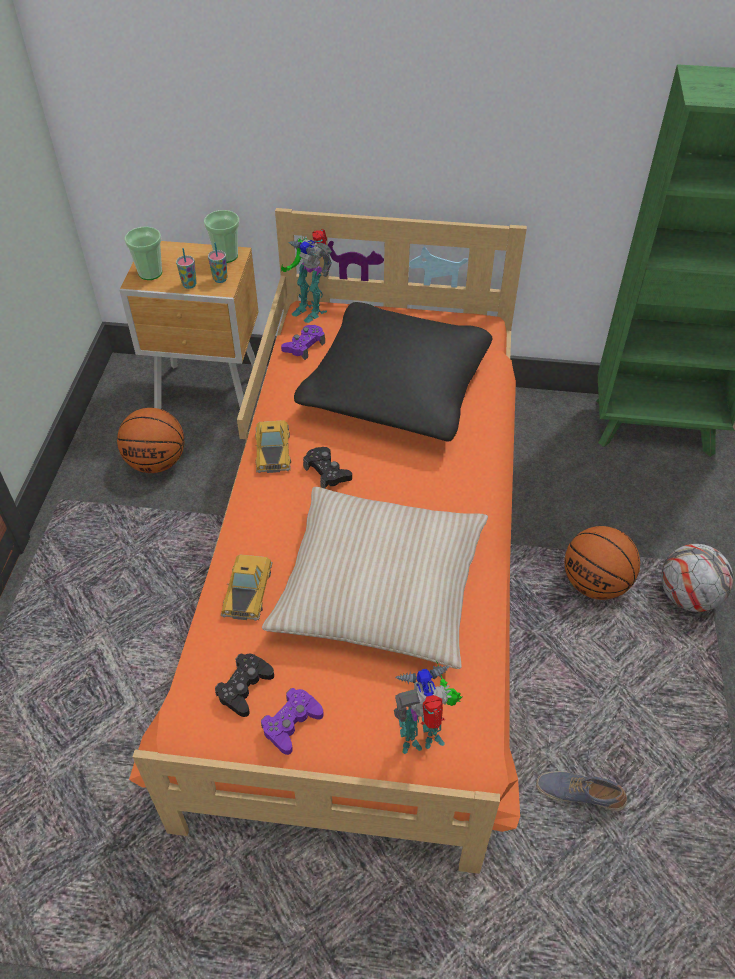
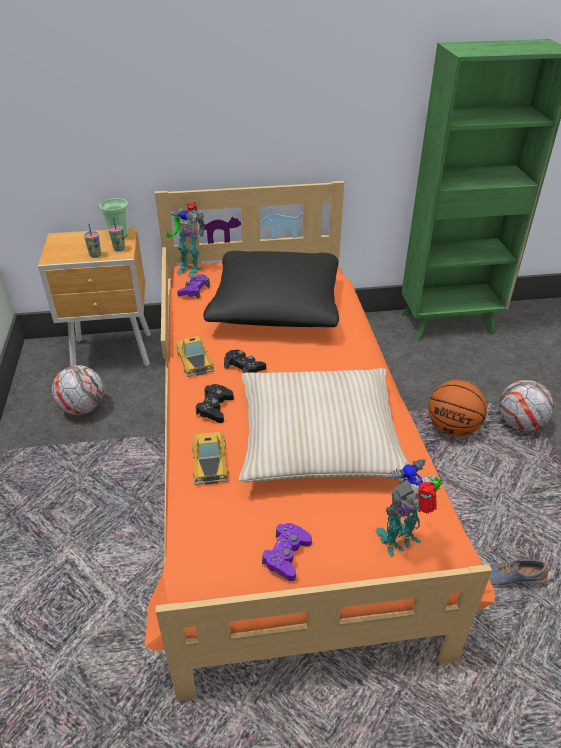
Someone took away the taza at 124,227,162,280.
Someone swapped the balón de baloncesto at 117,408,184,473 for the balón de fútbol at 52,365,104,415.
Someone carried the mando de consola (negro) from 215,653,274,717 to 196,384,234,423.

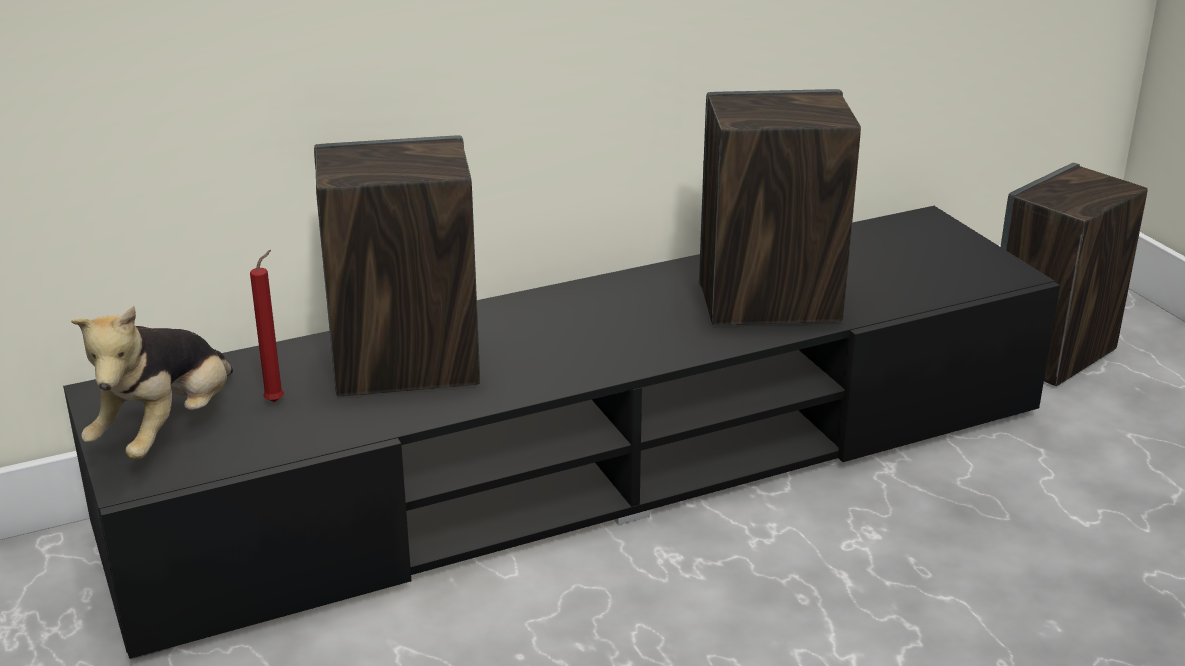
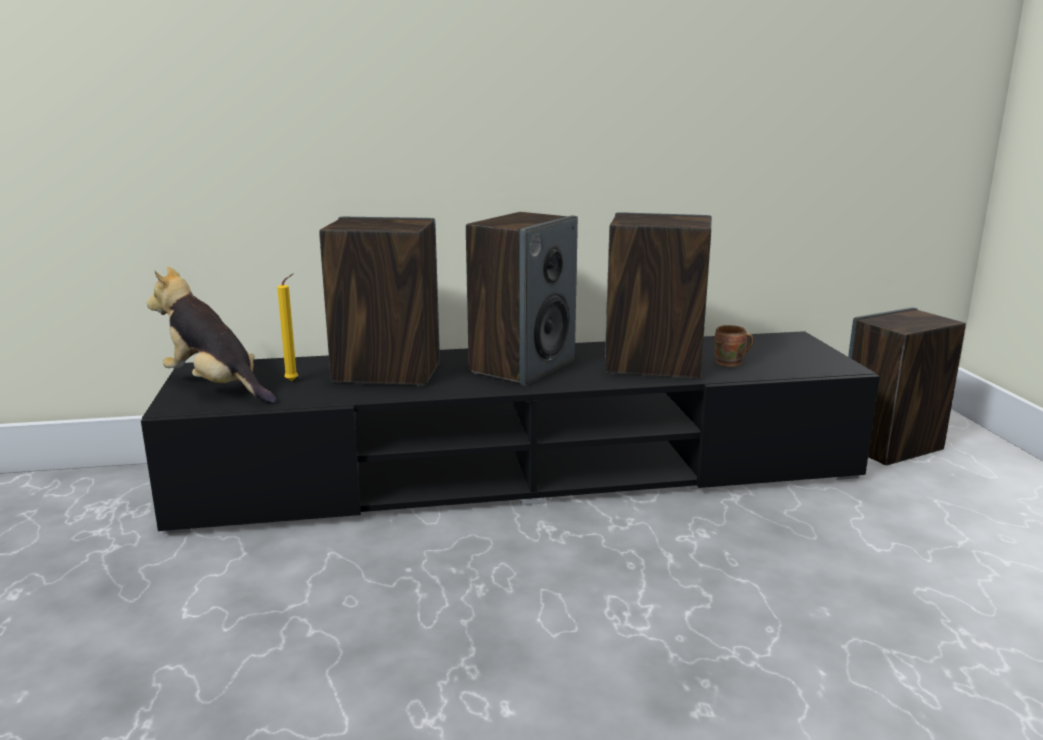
Someone repainted the vela (rojo) at 250,250,284,402, which became the vela (amarillo) at 277,274,298,381.
Someone rotated the peluche at 71,306,233,459 by 90 degrees clockwise.
Someone put down the altavoz at 466,212,578,386.
Someone put down the taza grande (marrón) at 714,325,754,367.

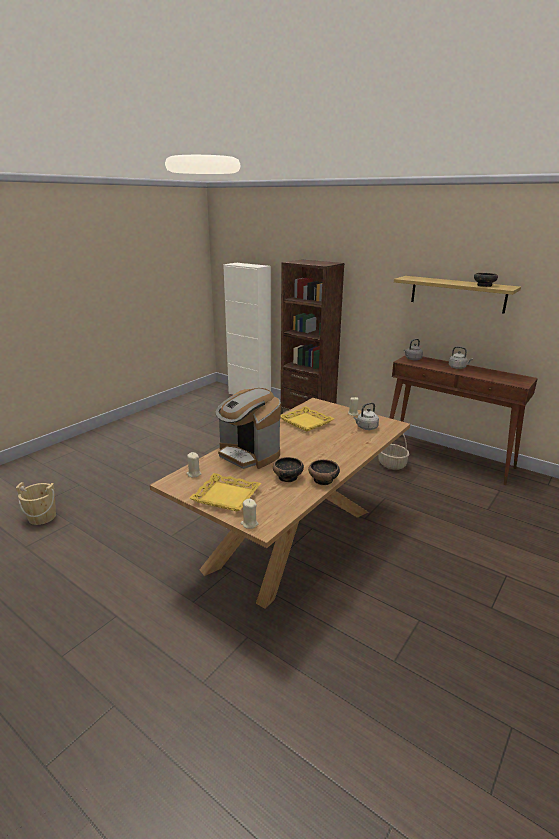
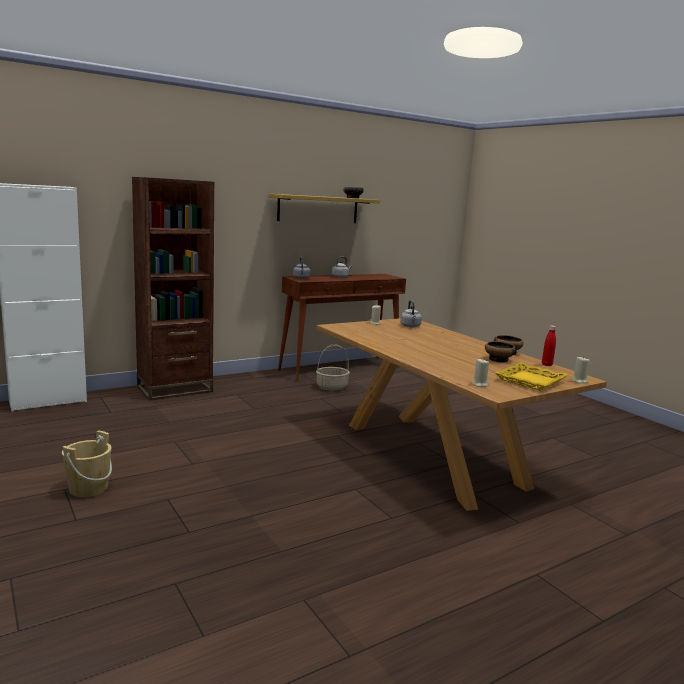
Someone took away the cafetera at 215,388,281,469.
Someone took away the bandeja (amarillo) at 281,406,334,432.
Someone carried the cubo (beis) from 16,482,56,525 to 62,431,112,497.
Someone put down the botella (rojo) at 542,325,556,366.

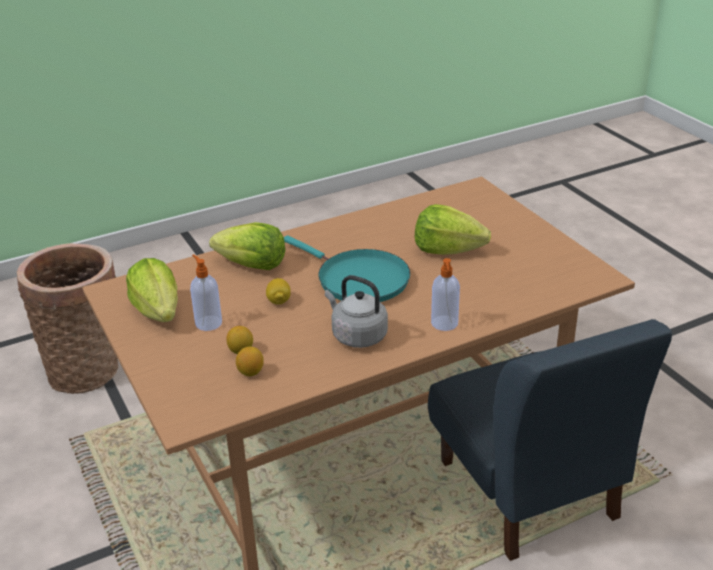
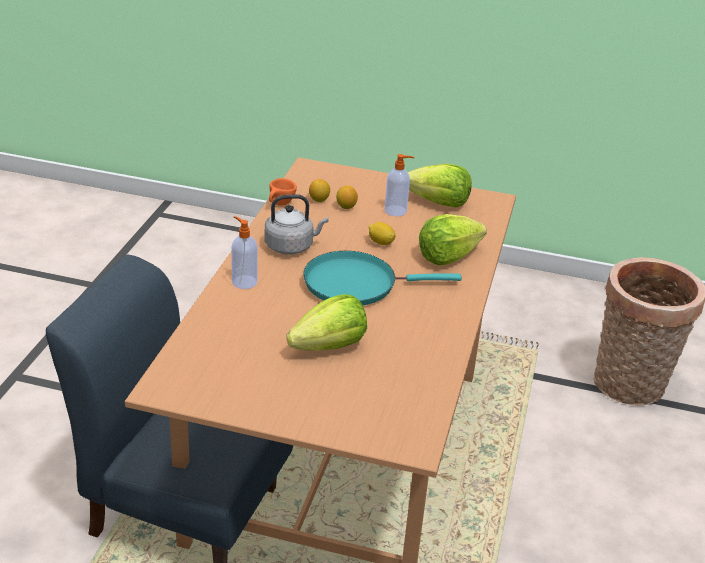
Someone put down the taza (naranja) at 269,178,297,206.

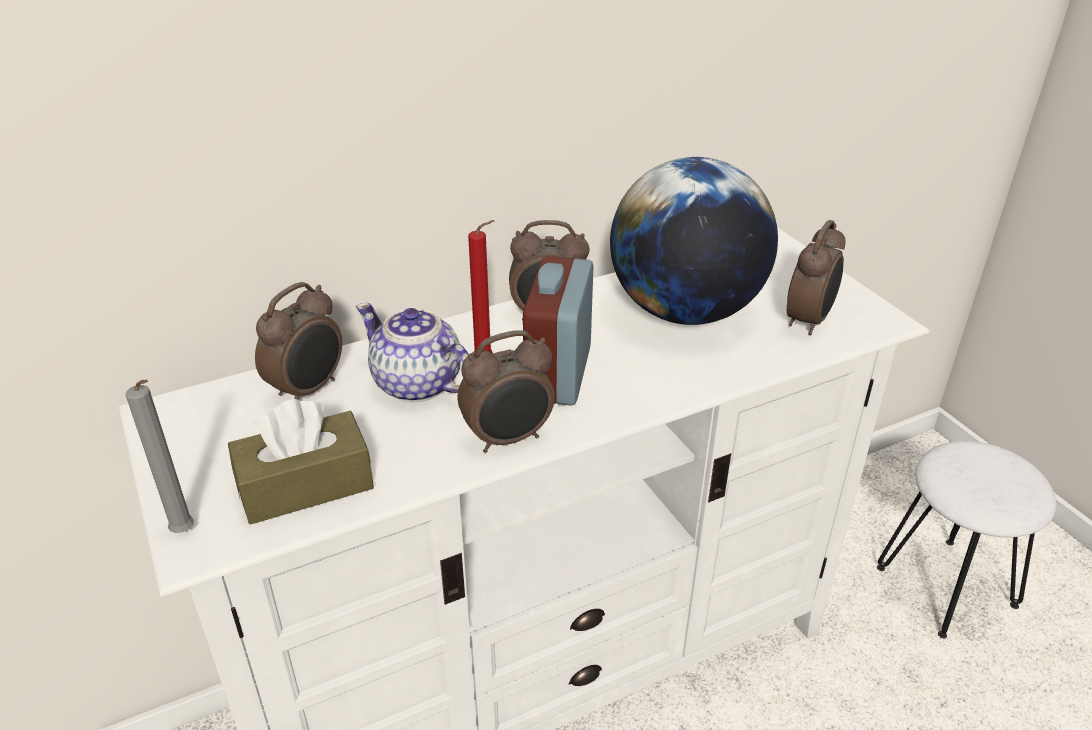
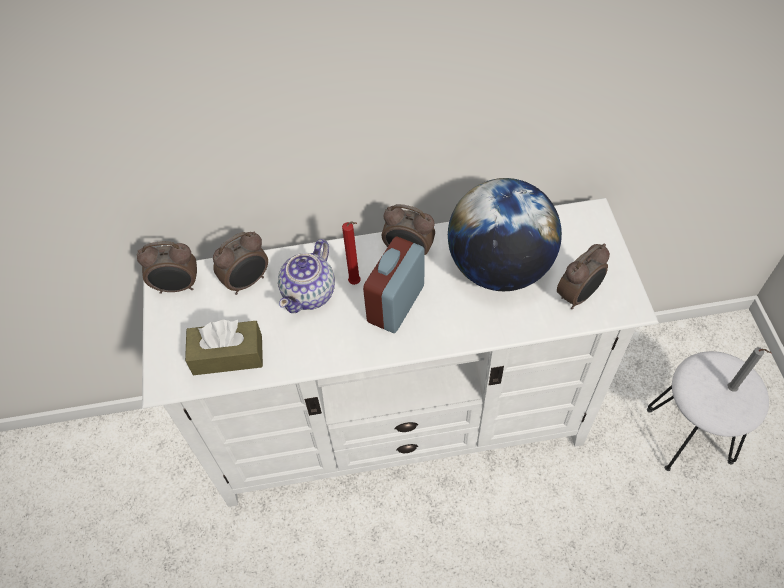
Someone rotated the tetera at 356,303,468,403 by 120 degrees counterclockwise.
Someone carried the despertador from 457,330,555,453 to 137,241,197,294.
Someone carried the vela (gris) from 125,380,194,533 to 728,347,771,392.

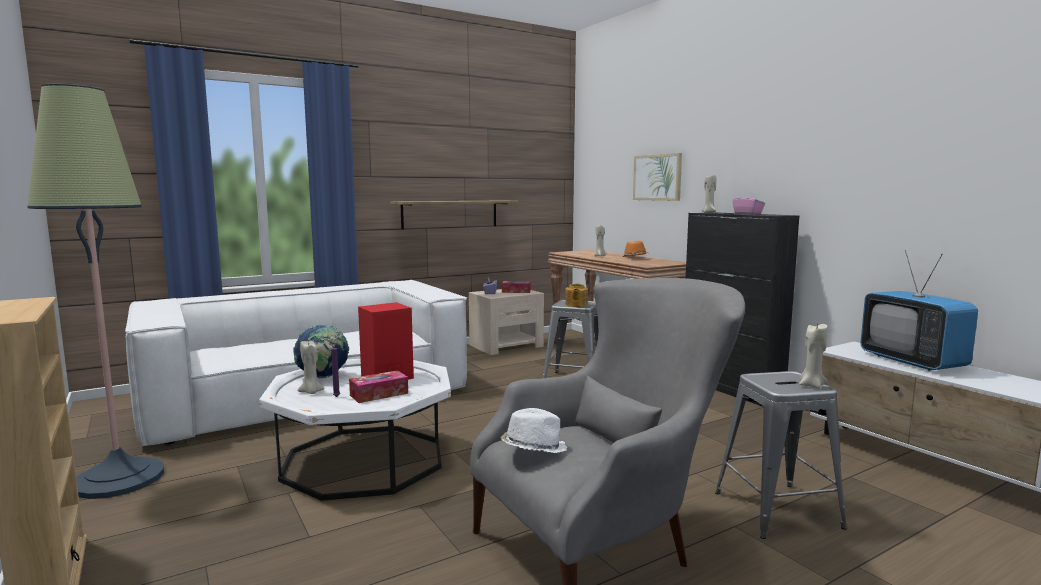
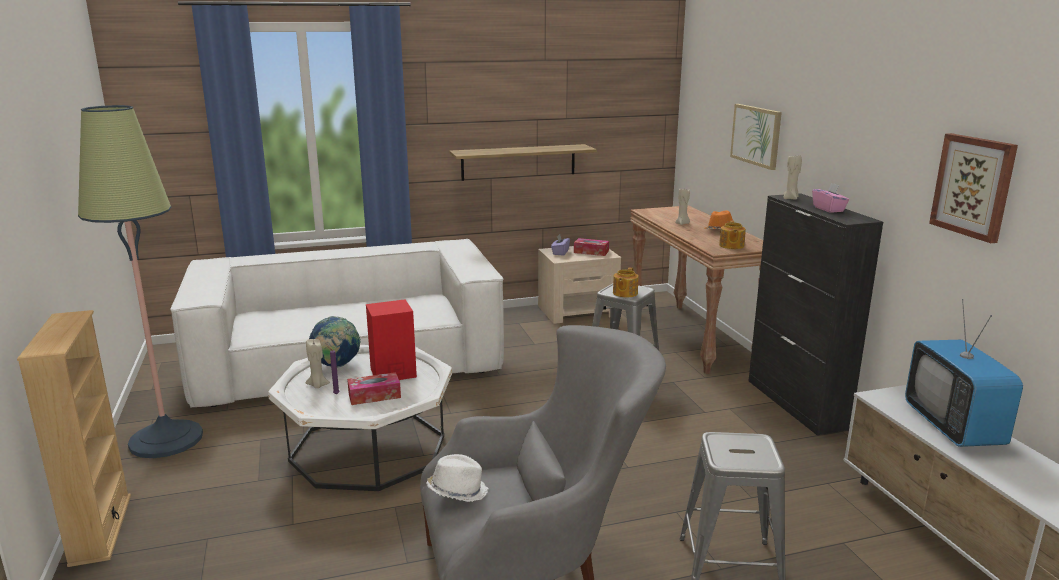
Someone took away the vela (beis) at 799,324,828,389.
Someone put up the cuadro at 929,133,1018,243.
Someone put down the tetera at 719,220,746,249.

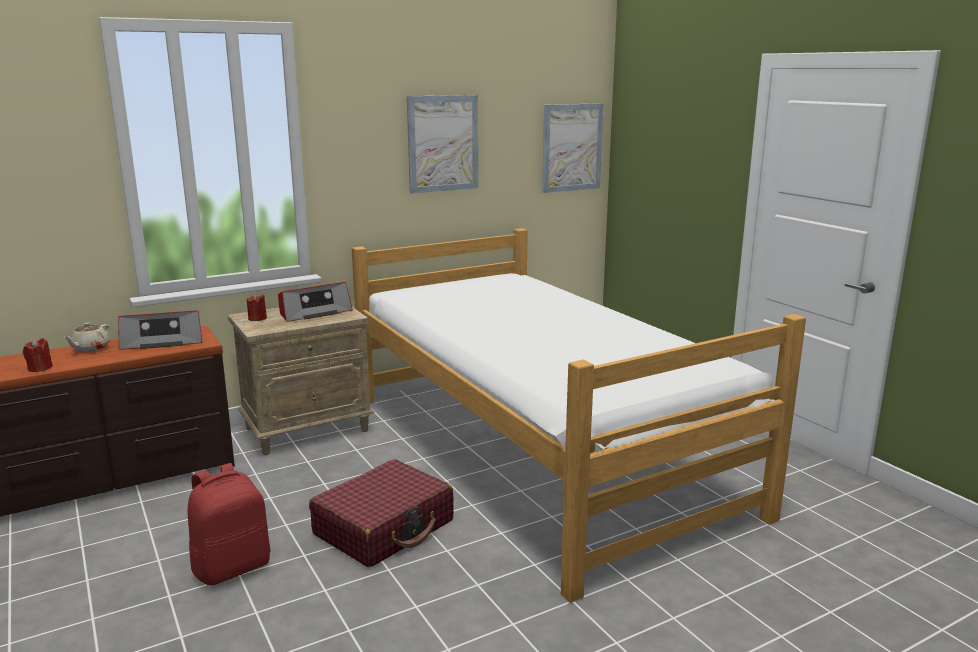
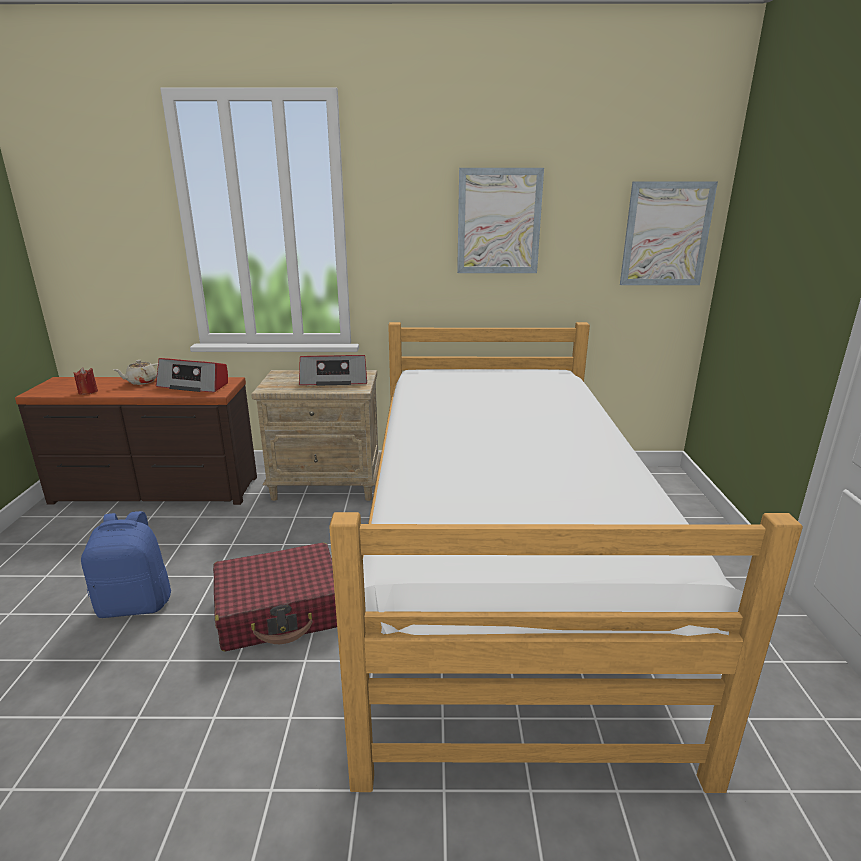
Someone took away the vela (rojo) at 247,293,267,321.
Someone repainted the mochila (rojo) at 188,463,271,586, which became the mochila (azul) at 81,511,171,618.

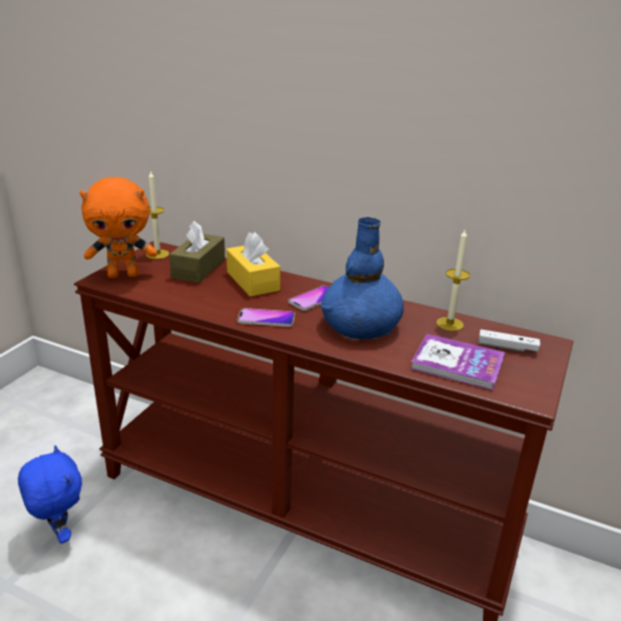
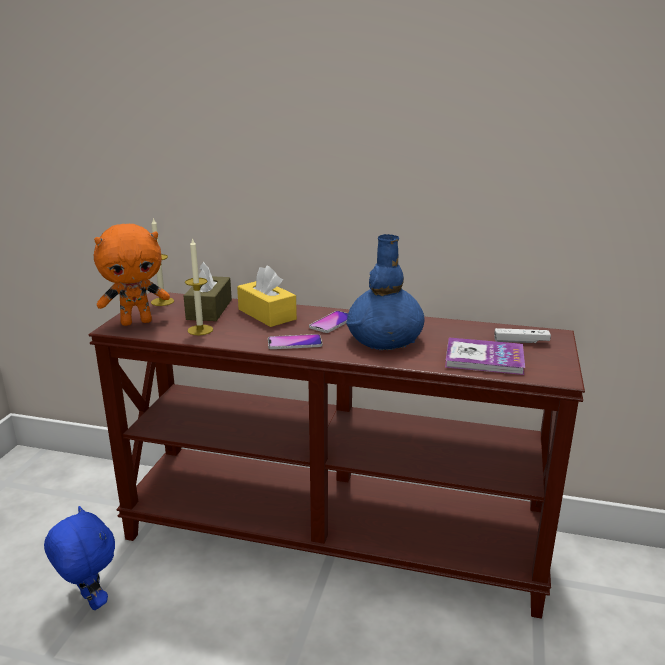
Someone carried the vela from 436,230,470,331 to 185,238,213,335.

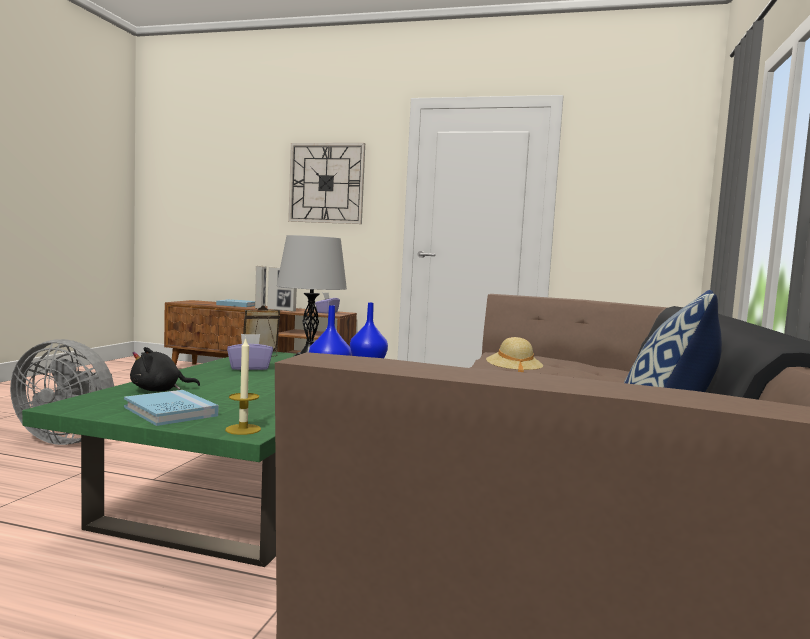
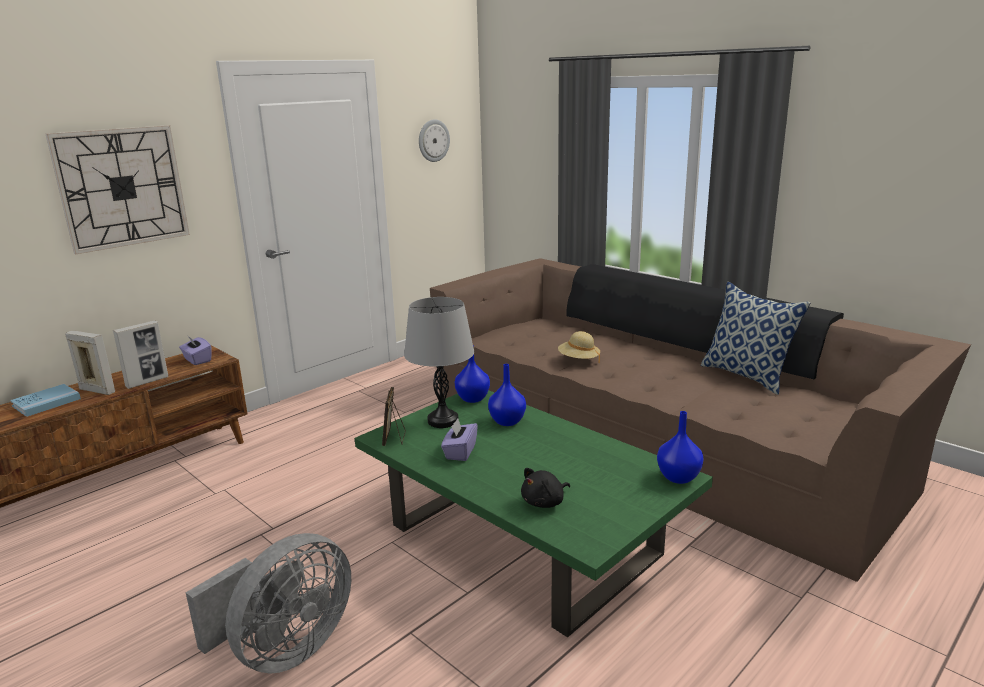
Someone swapped the vela at 225,337,261,435 for the florero (azul) at 657,411,703,484.
Someone rotated the peluche (negro) at 130,347,200,392 by 45 degrees clockwise.
Someone took away the libro (azul) at 124,390,219,426.
Someone put up the reloj de pared at 419,119,450,162.

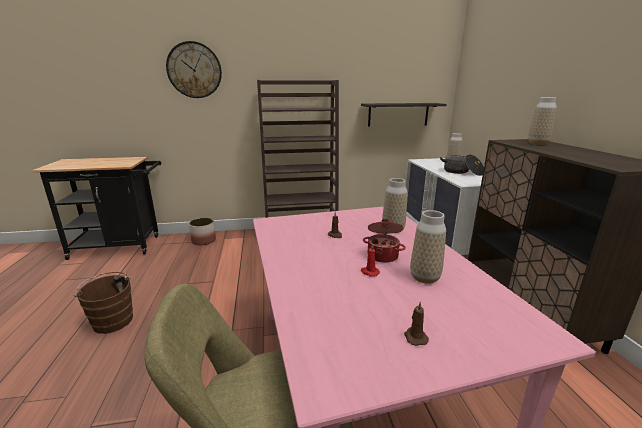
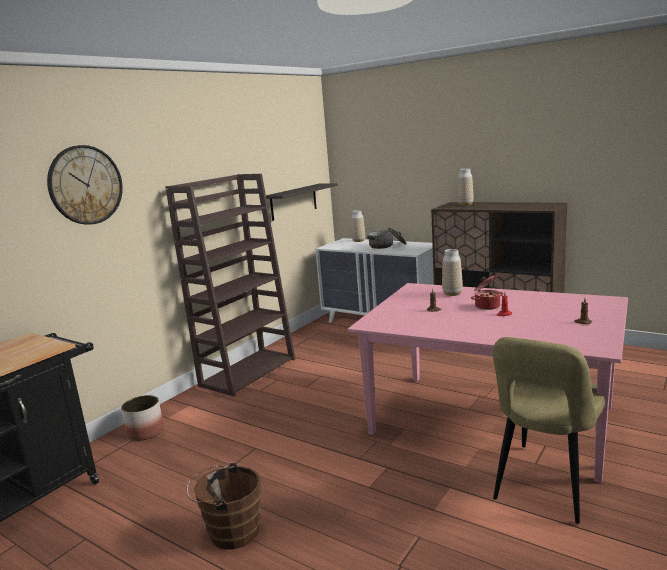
Someone took away the florero at 410,210,446,284.

